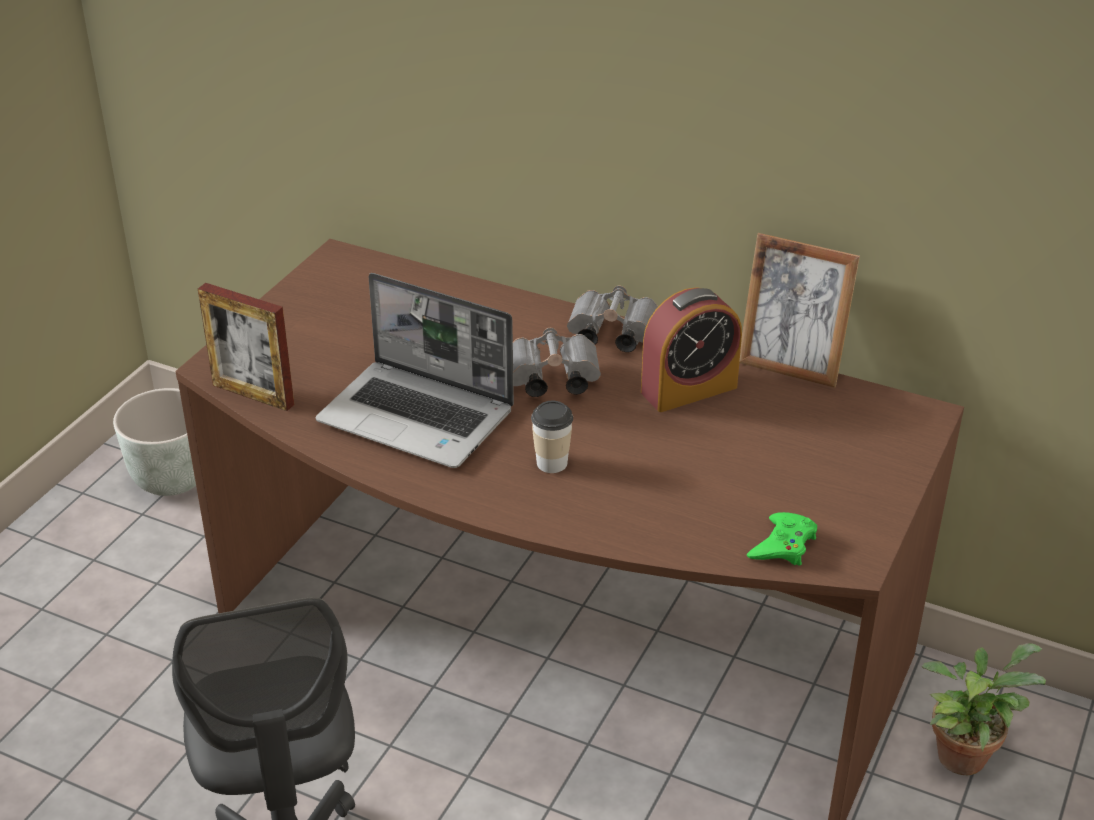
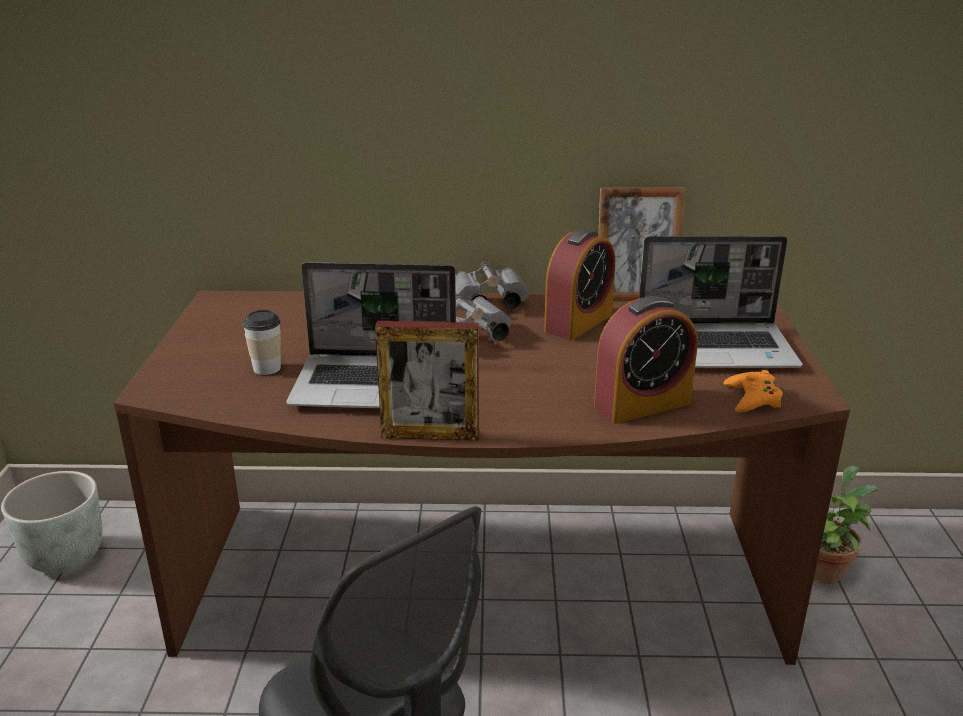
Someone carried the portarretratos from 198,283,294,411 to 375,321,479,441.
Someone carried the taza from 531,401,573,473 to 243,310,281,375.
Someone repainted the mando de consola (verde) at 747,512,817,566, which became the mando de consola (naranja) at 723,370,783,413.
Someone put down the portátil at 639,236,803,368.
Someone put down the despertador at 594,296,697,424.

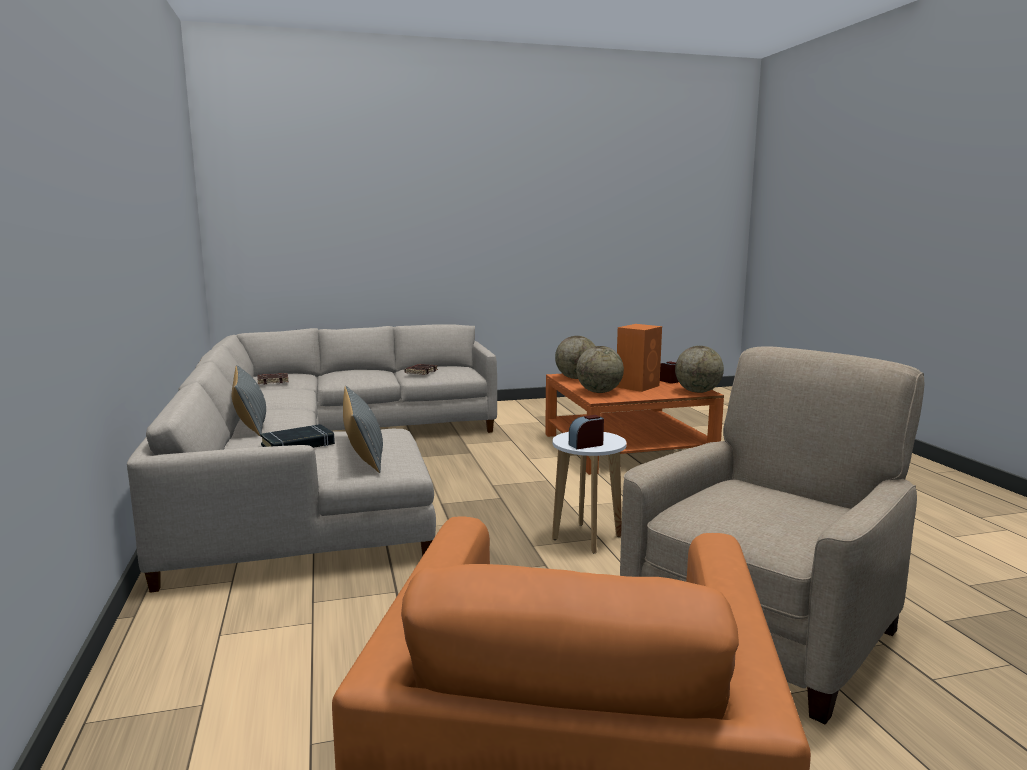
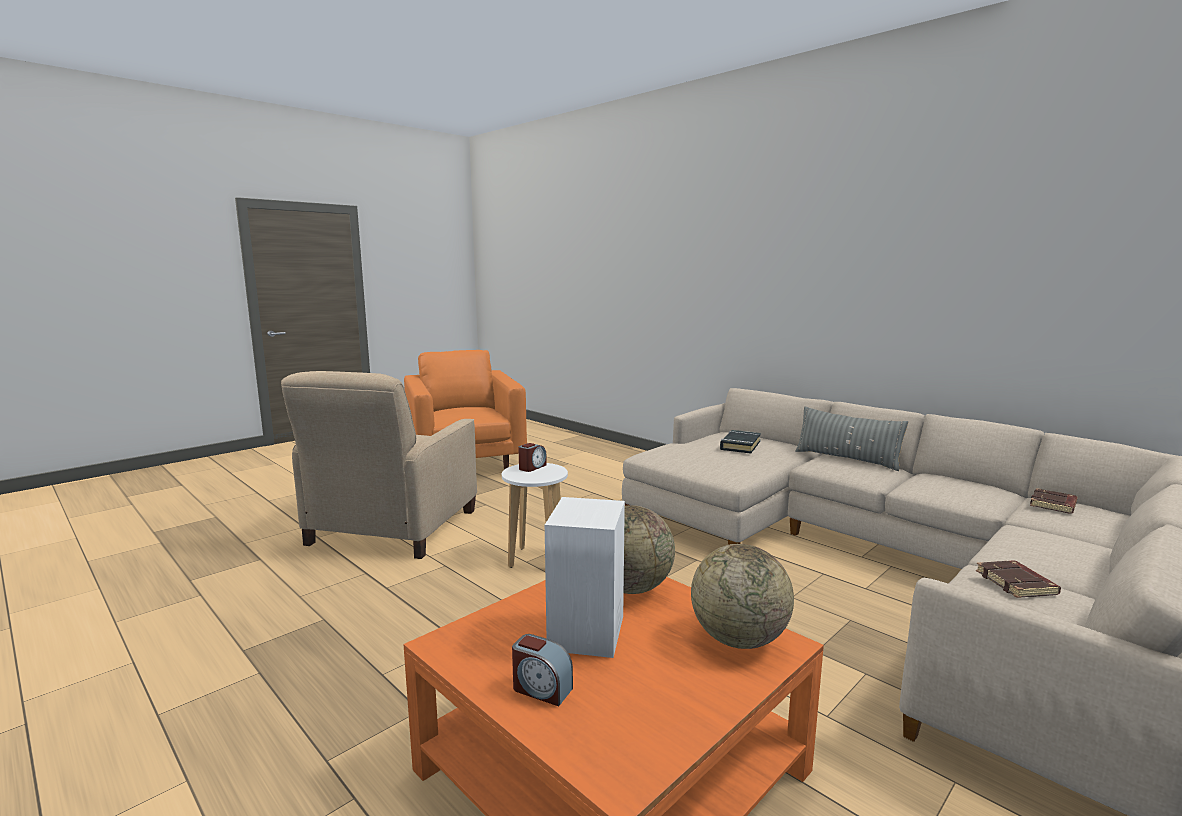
Someone repainted the altavoz (naranja) at 616,324,662,392, which became the altavoz (blanco) at 545,497,625,658.
Someone took away the globo terráqueo at 675,346,724,393.
Someone took away the cojín (gris) at 343,386,383,473.

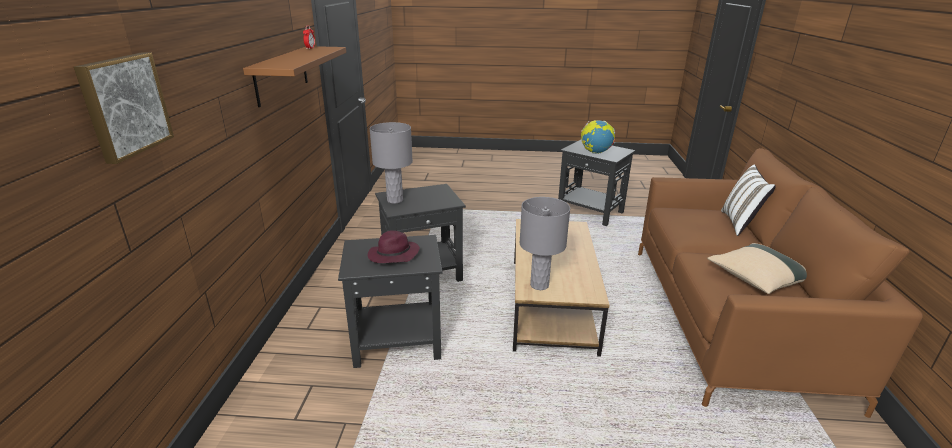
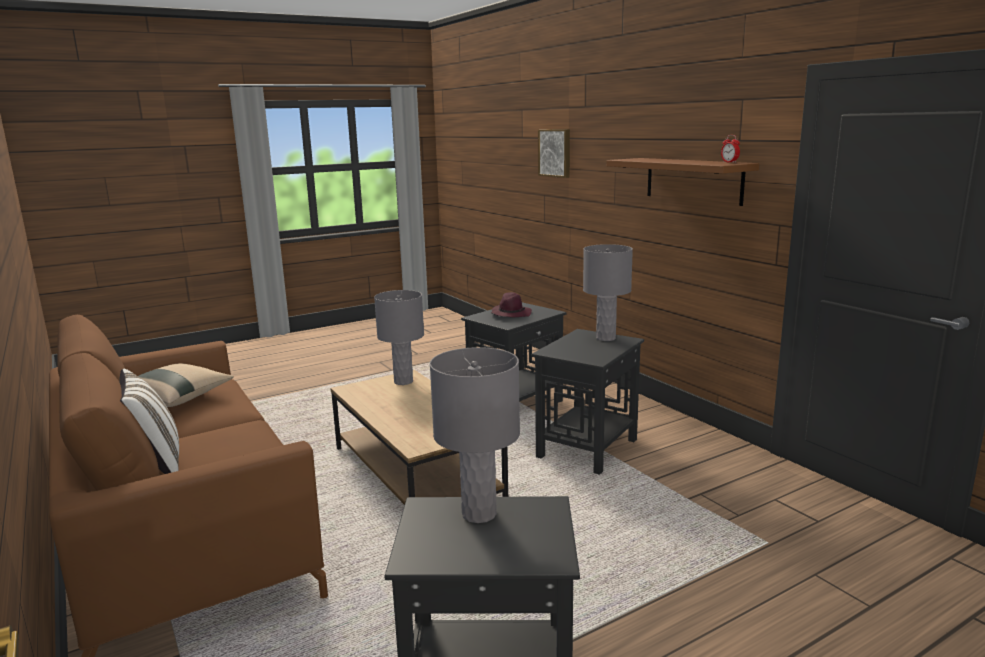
Someone swapped the globo terráqueo at 581,120,615,154 for the lámpara de mesa (gris) at 430,347,520,523.

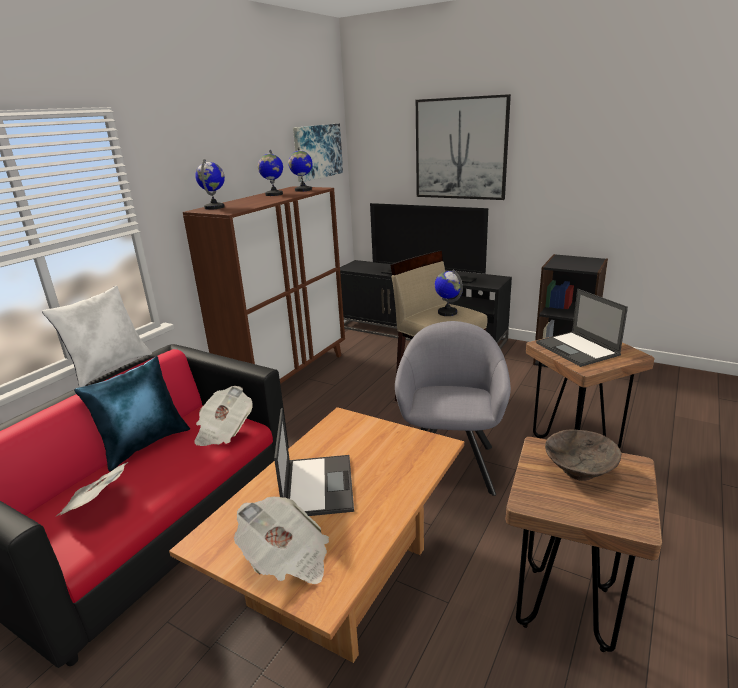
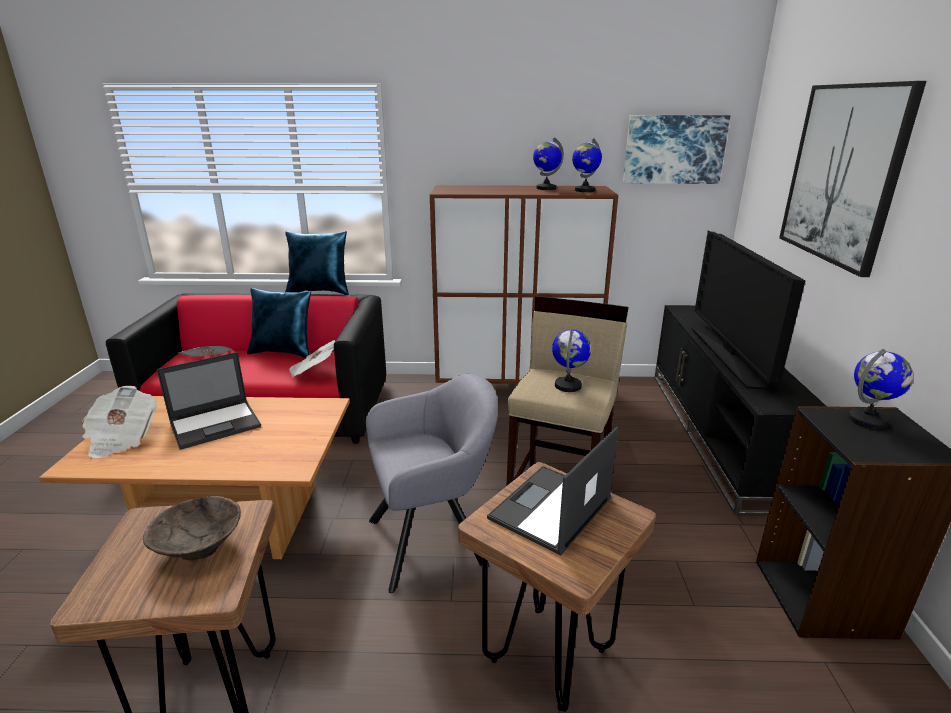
Someone carried the globo terráqueo from 195,159,225,210 to 848,349,914,429.
Someone repainted the cojín (blanco) at 42,286,152,387, which became the cojín (azul) at 285,231,349,295.

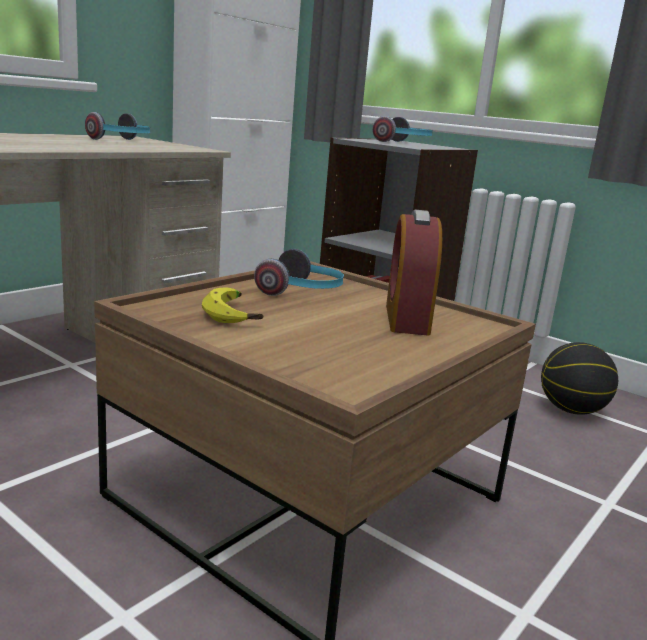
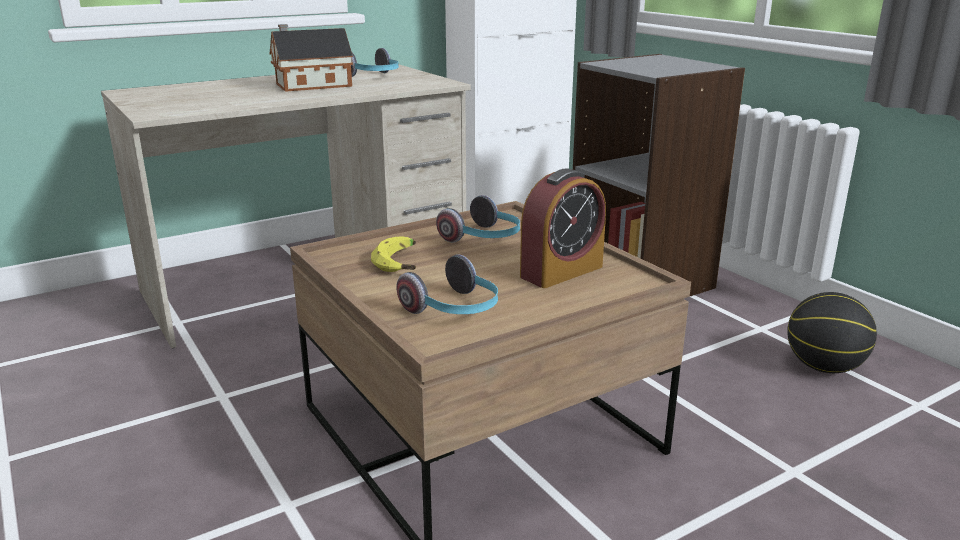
Someone carried the auriculares from 372,116,433,142 to 396,255,498,314.
Someone rotated the despertador at 386,209,442,335 by 150 degrees counterclockwise.
Someone put down the casita at 270,24,353,92.

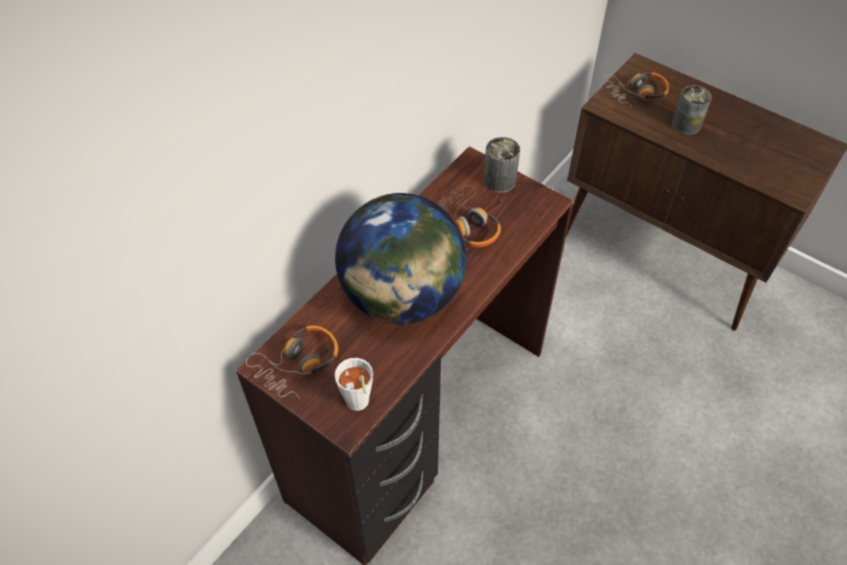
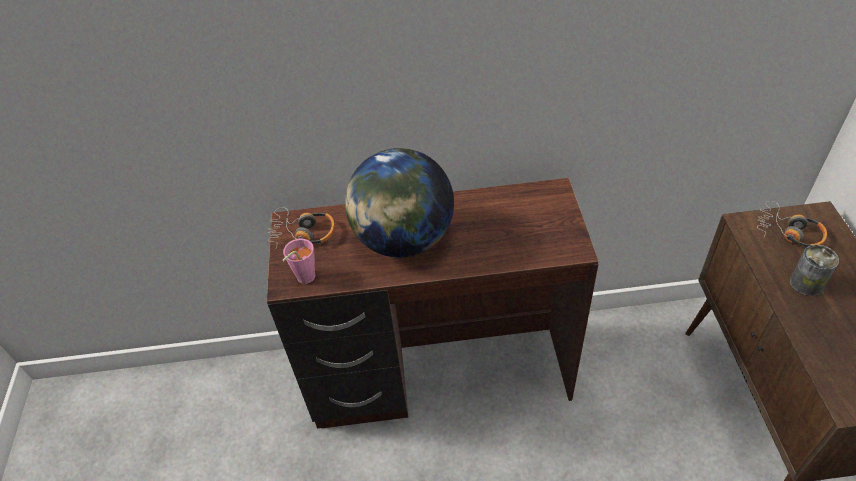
Someone took away the lata at 483,137,520,193.
Someone took away the auriculares at 439,185,501,247.
Someone repainted the taza (blanco) at 335,358,373,411, which became the taza (rosa) at 282,239,315,284.

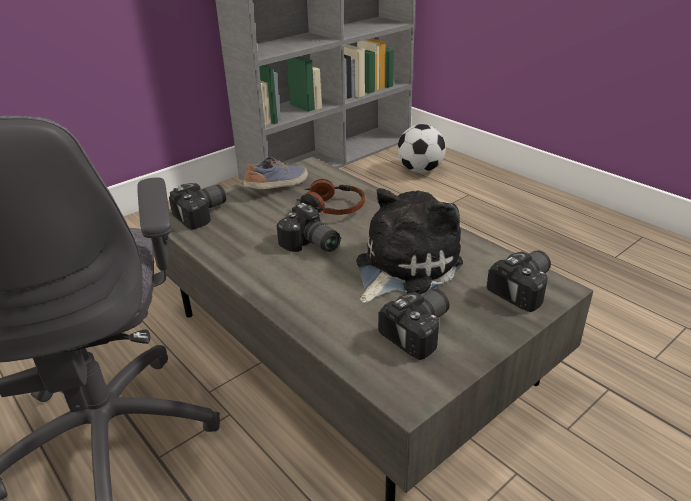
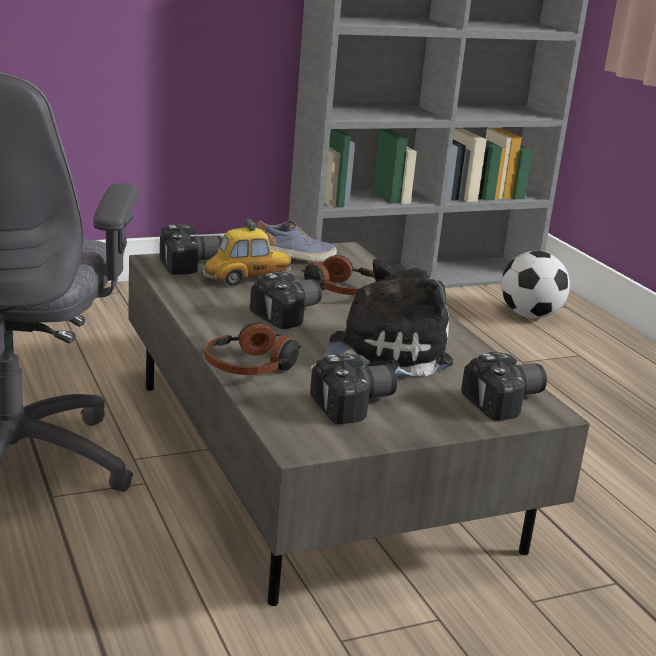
Someone rotated the cámara at 277,203,341,252 by 105 degrees counterclockwise.
Someone put down the coche de juguete at 201,219,293,286.
Someone put down the auriculares at 204,323,301,375.

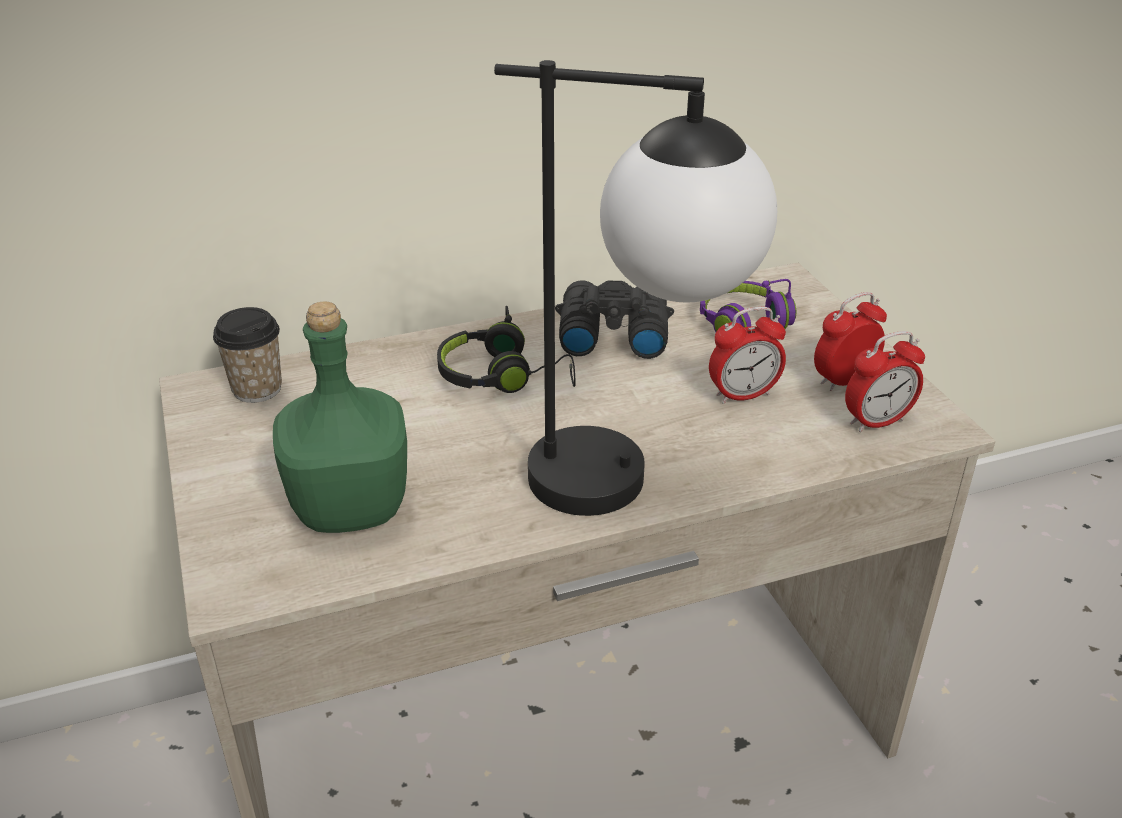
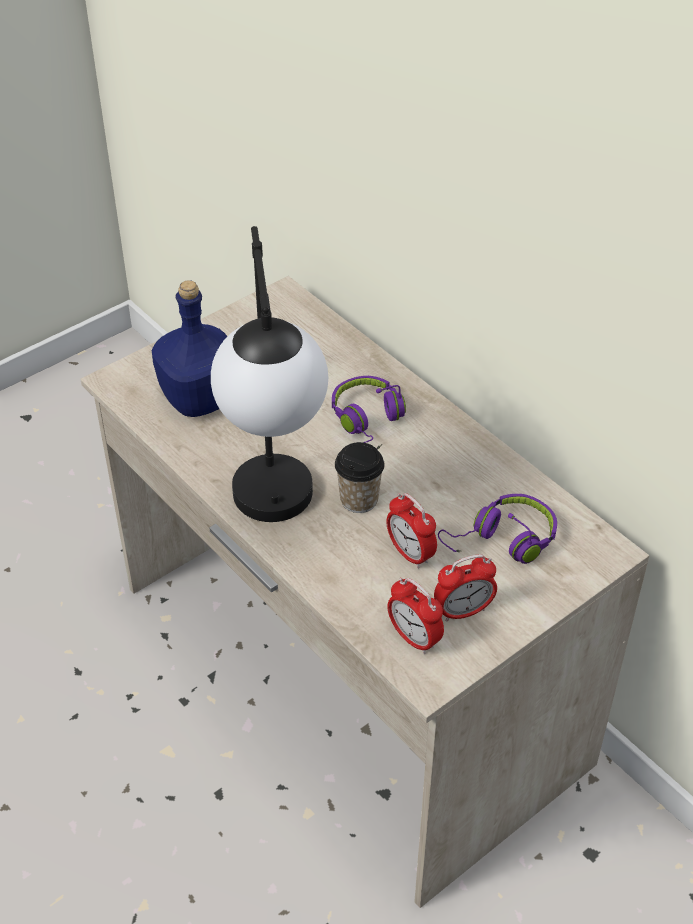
Someone took away the prismáticos (negro) at 555,280,674,359.
Someone rotated the despertador at 814,292,887,391 by 120 degrees clockwise.
Someone repainted the botella (verde) at 273,301,407,533, which became the botella (azul) at 152,280,227,417.
Someone repainted the auriculares (negro) at 437,306,576,393, which became the auriculares (morado) at 332,376,406,449.
Someone carried the taza from 213,307,282,403 to 335,442,384,513.

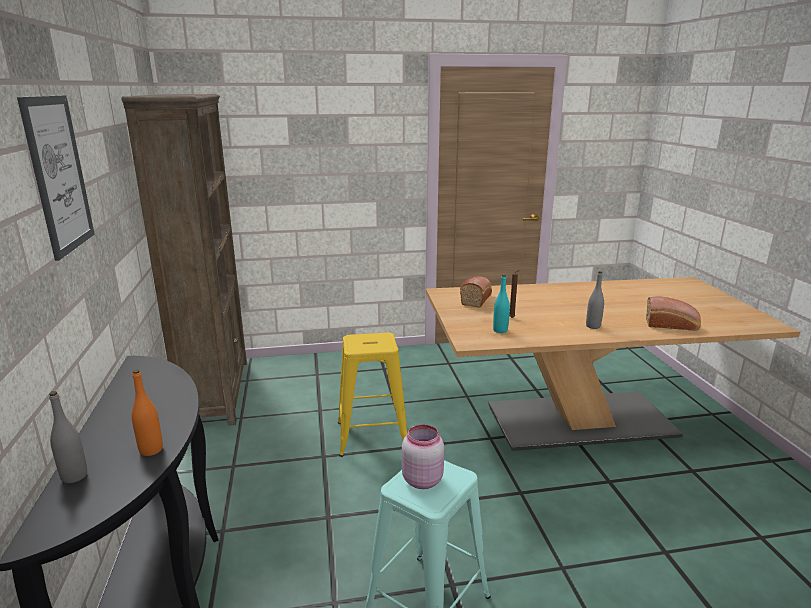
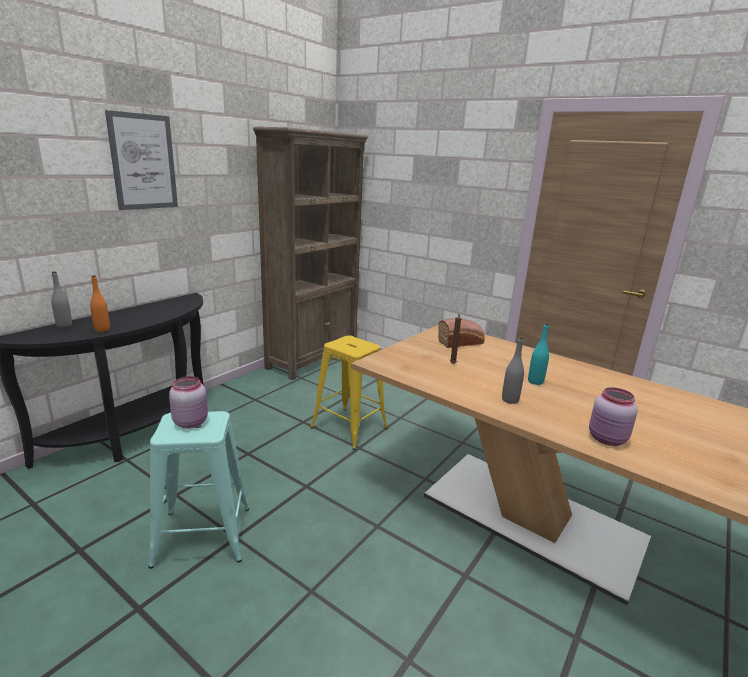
Someone carried the botella (turquesa) from 493,275,510,333 to 528,323,549,385.
Someone swapped the pan at 646,297,701,331 for the tarro (rosa) at 589,387,638,446.

